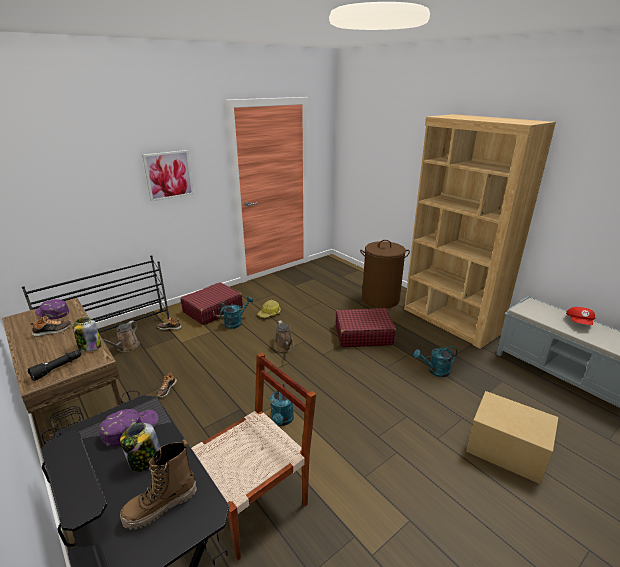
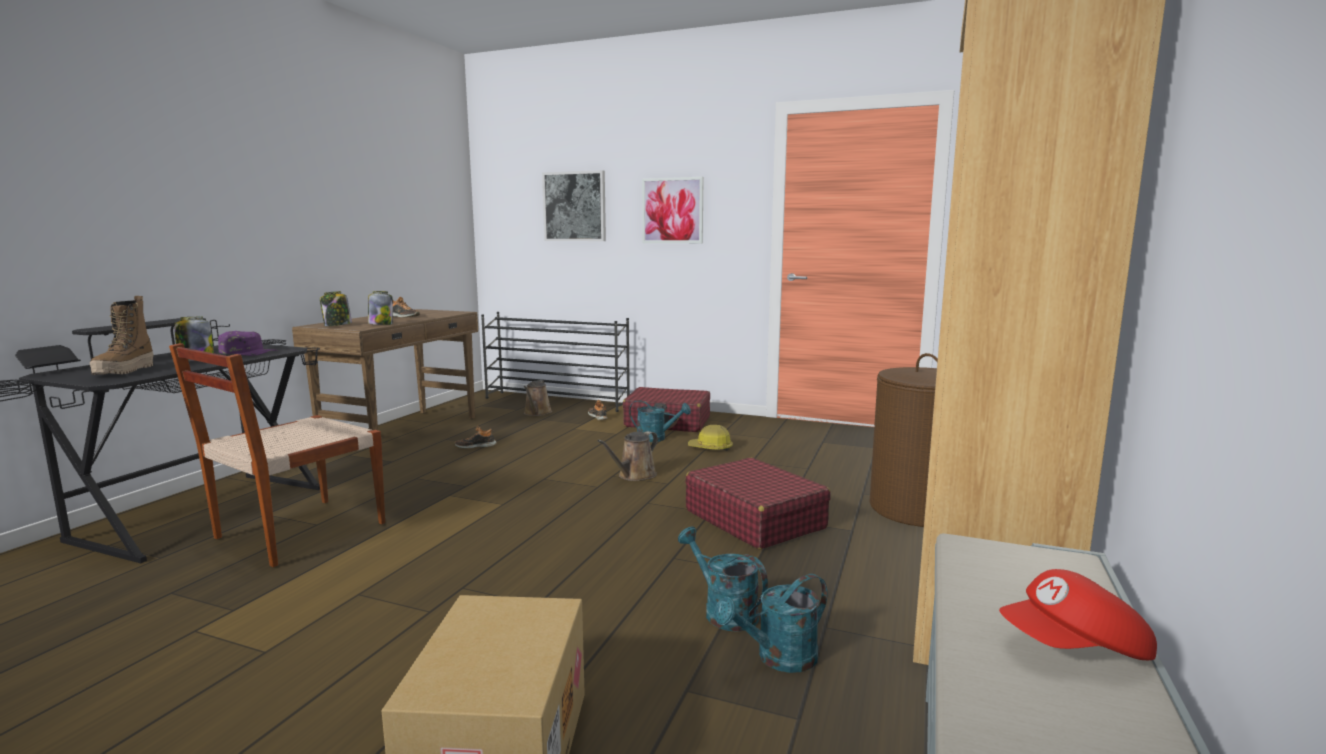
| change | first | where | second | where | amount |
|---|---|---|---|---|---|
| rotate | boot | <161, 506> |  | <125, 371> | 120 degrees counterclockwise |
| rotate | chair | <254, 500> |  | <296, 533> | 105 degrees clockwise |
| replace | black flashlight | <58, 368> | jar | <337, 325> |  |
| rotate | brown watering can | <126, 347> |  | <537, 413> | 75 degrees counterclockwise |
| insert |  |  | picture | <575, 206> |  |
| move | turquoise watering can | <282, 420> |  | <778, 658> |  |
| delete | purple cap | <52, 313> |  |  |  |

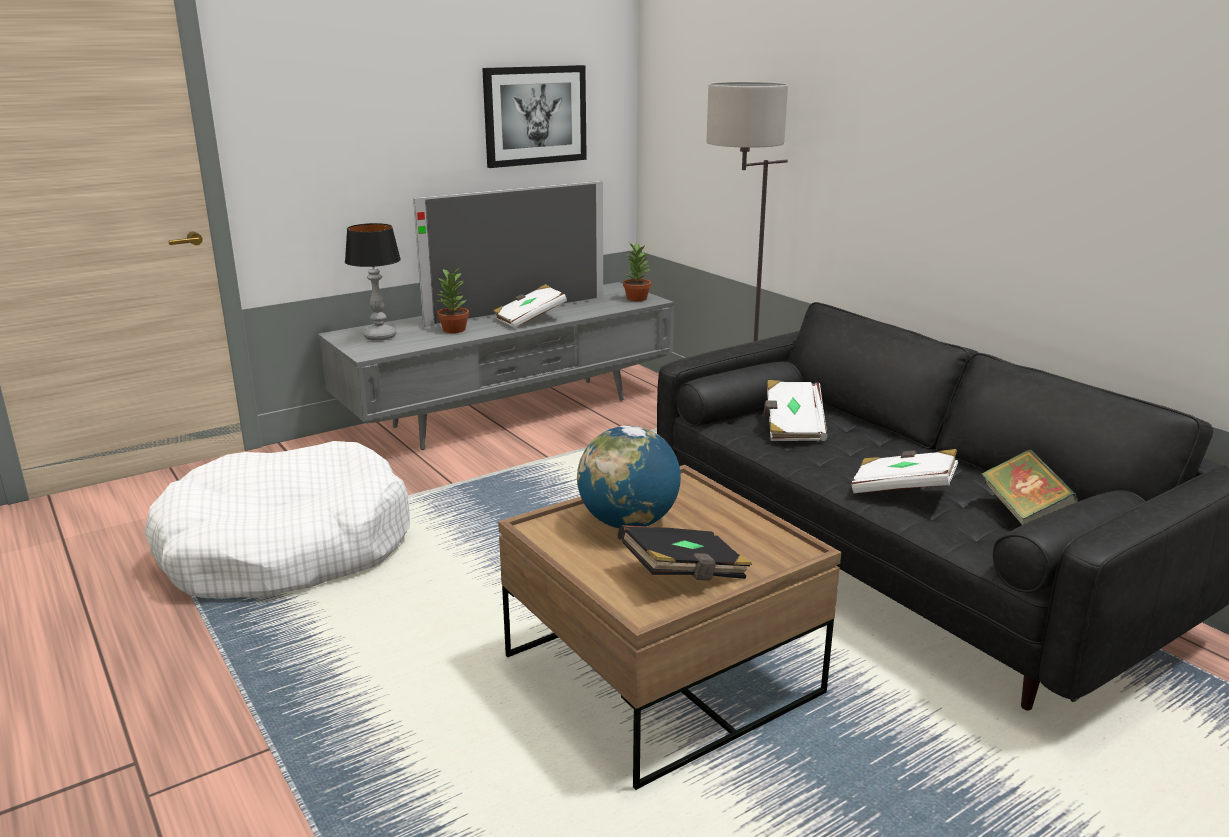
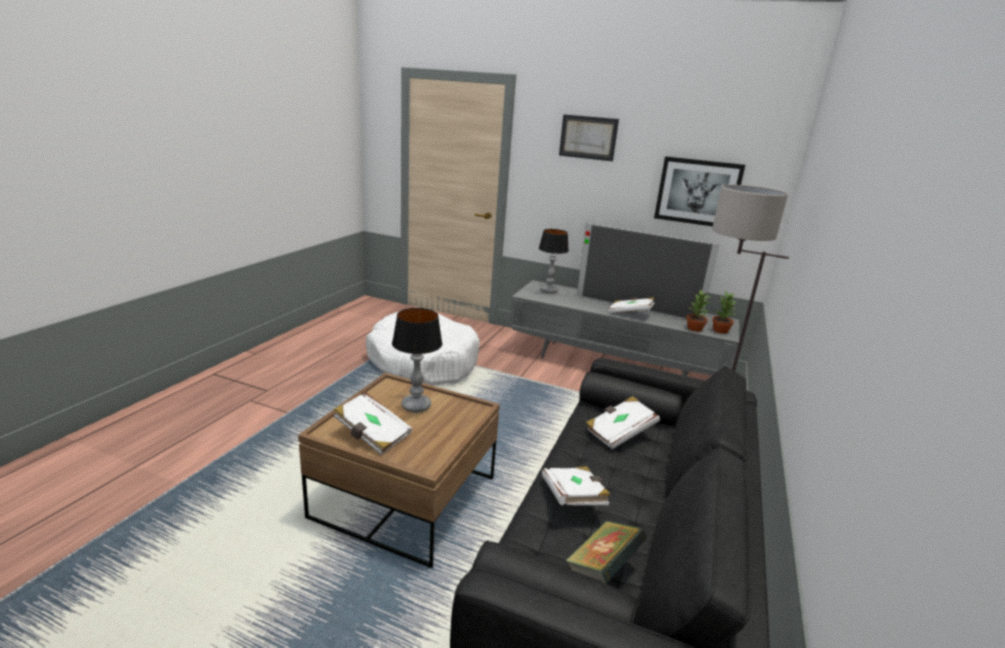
| change | first | where | second | where | amount |
|---|---|---|---|---|---|
| recolor | black book | <684, 574> | white book | <372, 435> |  |
| replace | globe | <628, 523> | table lamp | <415, 406> |  |
| insert |  |  | picture | <588, 137> |  |
| move | potted plant | <454, 330> |  | <694, 329> |  |

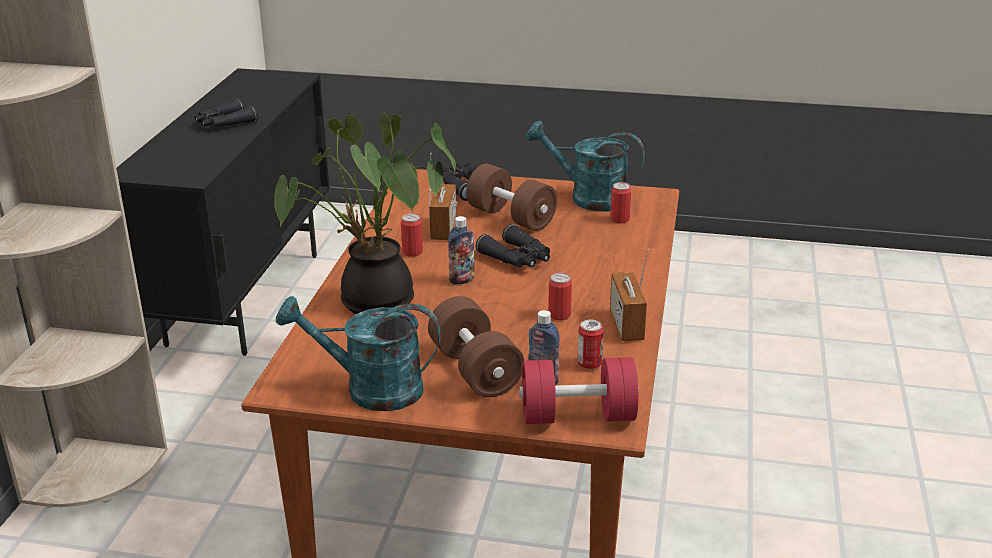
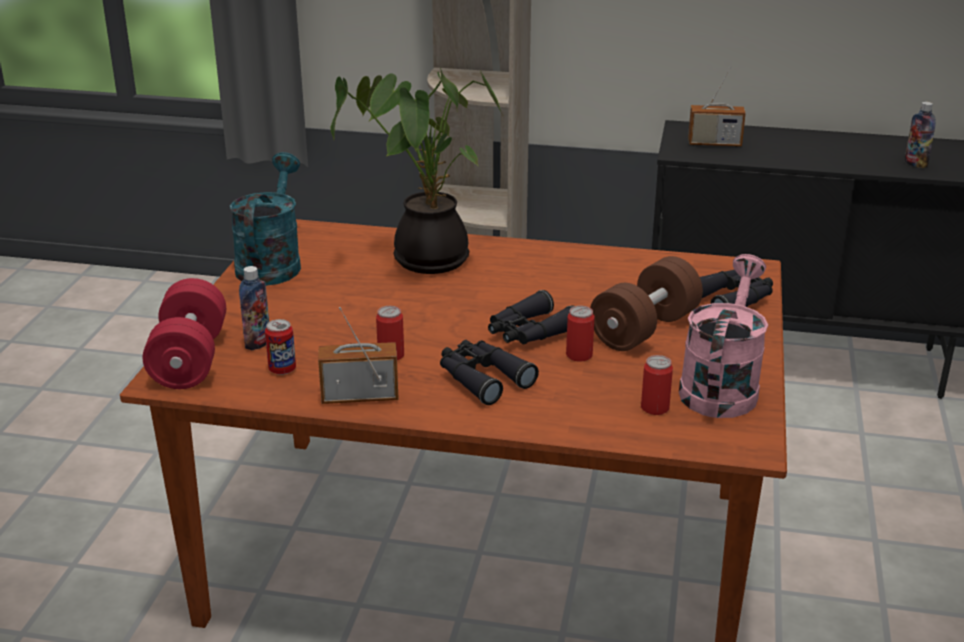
| change | first | where | second | where | amount |
|---|---|---|---|---|---|
| move | black binoculars | <224, 123> |  | <482, 378> |  |
| move | can | <412, 252> |  | <579, 355> |  |
| recolor | turquoise watering can | <588, 198> | pink watering can | <721, 386> |  |
| move | radio | <443, 229> |  | <714, 143> |  |
| move | bottle | <462, 280> |  | <915, 164> |  |
| delete | brown dumbbell | <475, 370> |  |  |  |

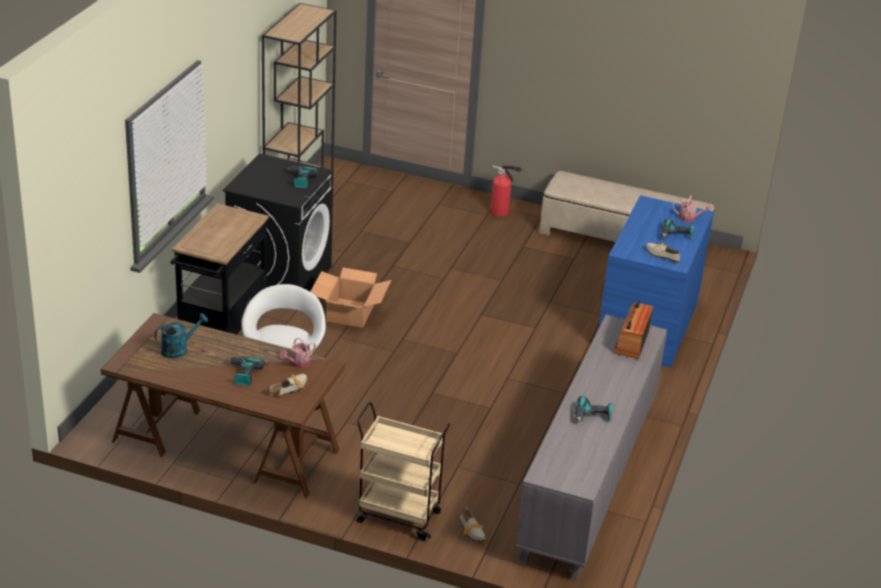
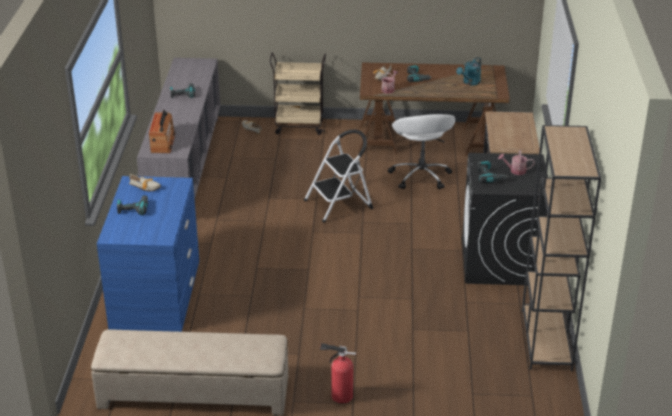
| change | first | where | second | where | amount |
|---|---|---|---|---|---|
| insert |  |  | step ladder | <340, 204> |  |
| move | watering can | <689, 218> |  | <515, 171> |  |
| delete | cardboard box | <349, 313> |  |  |  |

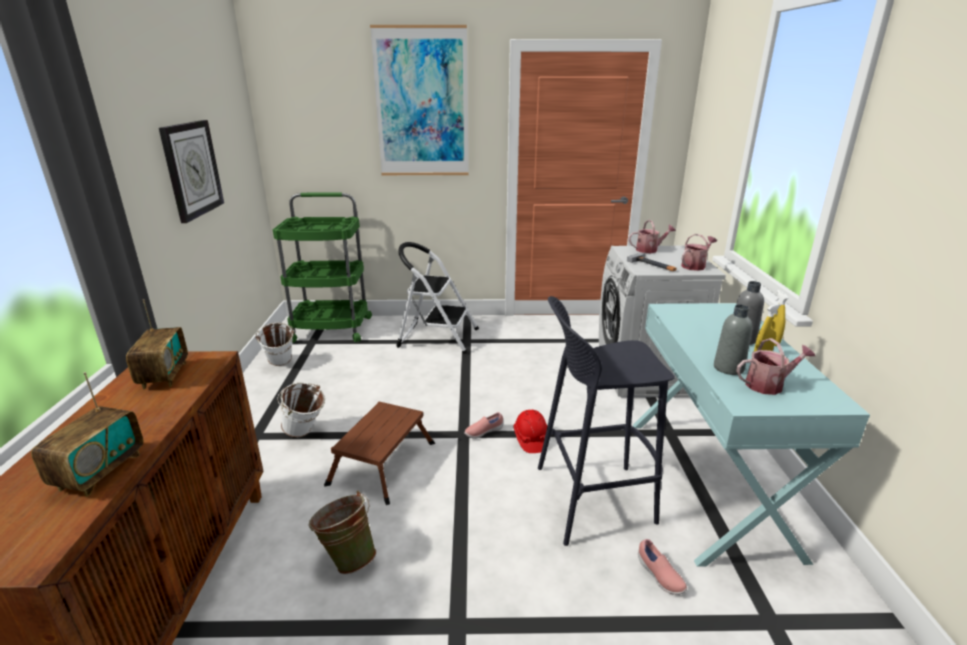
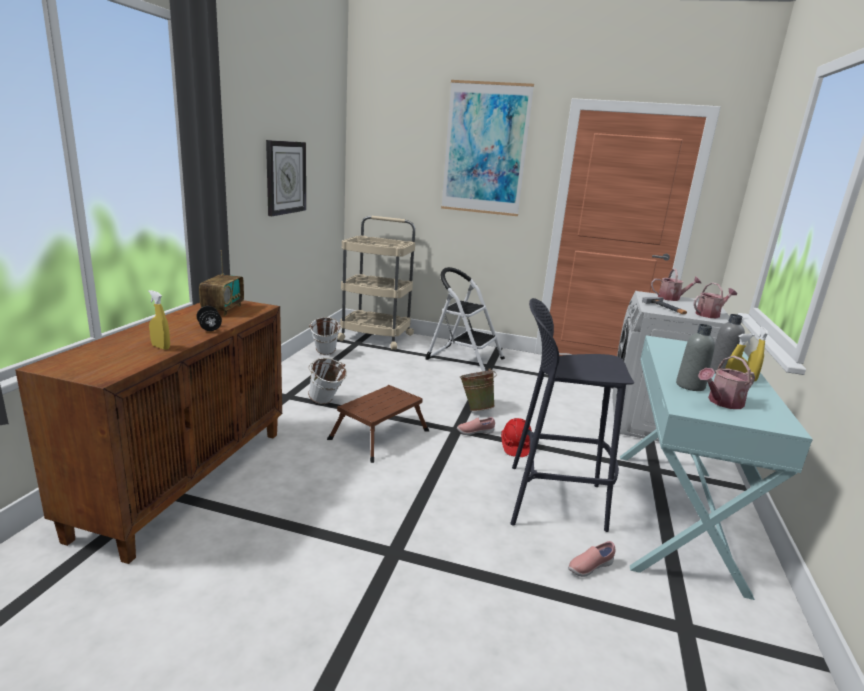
| change | first | where | second | where | amount |
|---|---|---|---|---|---|
| replace | radio | <100, 472> | yellow spray bottle | <160, 347> |  |
| insert |  |  | black dumbbell | <209, 328> |  |
| recolor | green cart | <331, 330> | beige cart | <375, 337> |  |
| move | green bucket | <347, 558> |  | <475, 408> |  |
| rotate | pink shoe | <659, 576> |  | <589, 567> | 75 degrees clockwise |
| rotate | watering can | <768, 385> |  | <722, 402> | 150 degrees clockwise |

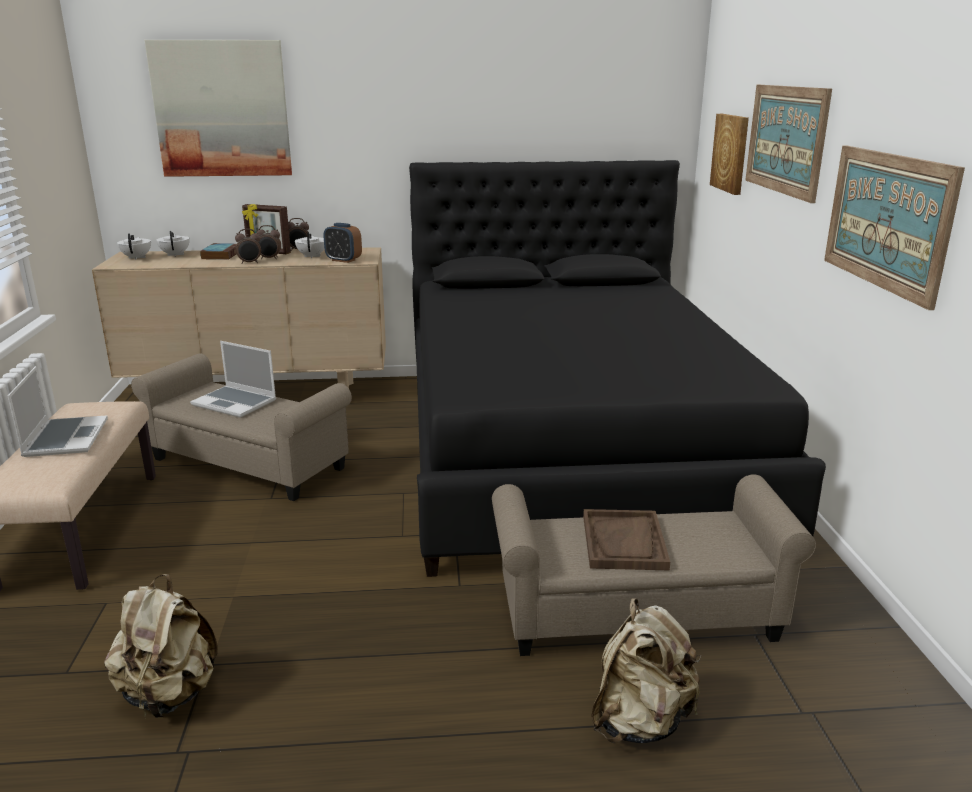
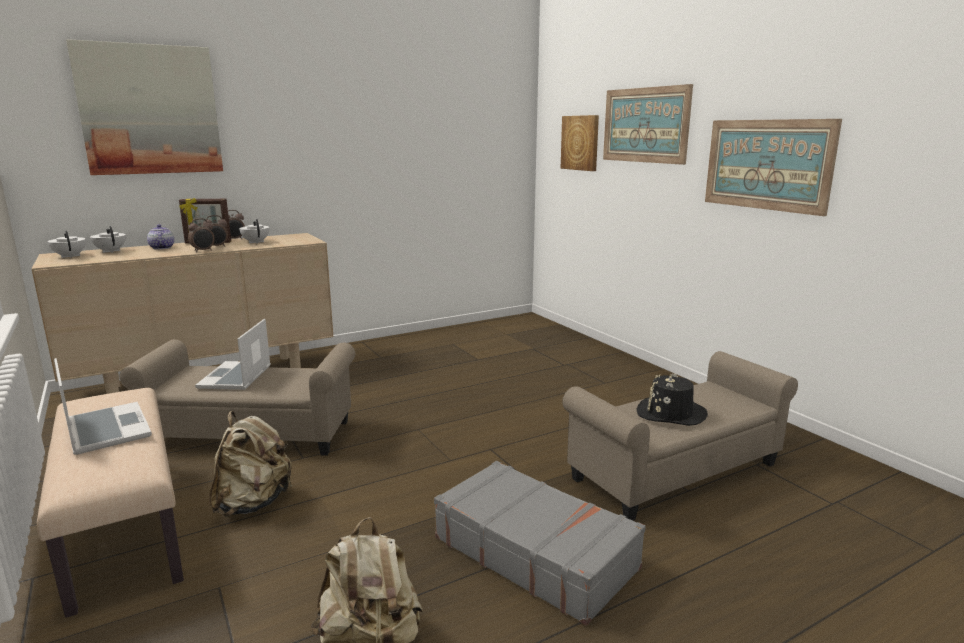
| change | first | where | second | where | amount |
|---|---|---|---|---|---|
| replace | book | <221, 255> | teapot | <161, 248> |  |
| rotate | laptop | <236, 403> |  | <236, 377> | 90 degrees clockwise |
| move | beige backpack | <640, 721> |  | <253, 503> |  |
| insert |  |  | grey suitcase | <535, 552> |  |
| replace | brown tray | <624, 542> | black hat | <670, 413> |  |
| delete | alarm clock | <343, 260> |  |  |  |
| delete | black bed | <569, 448> |  |  |  |

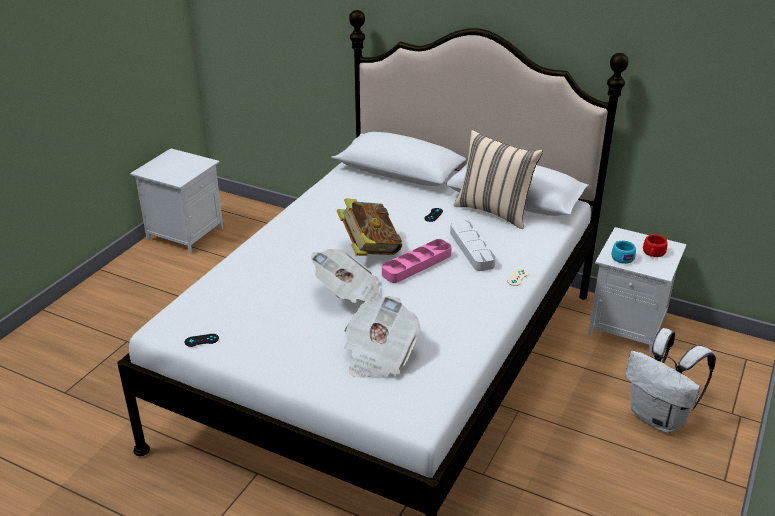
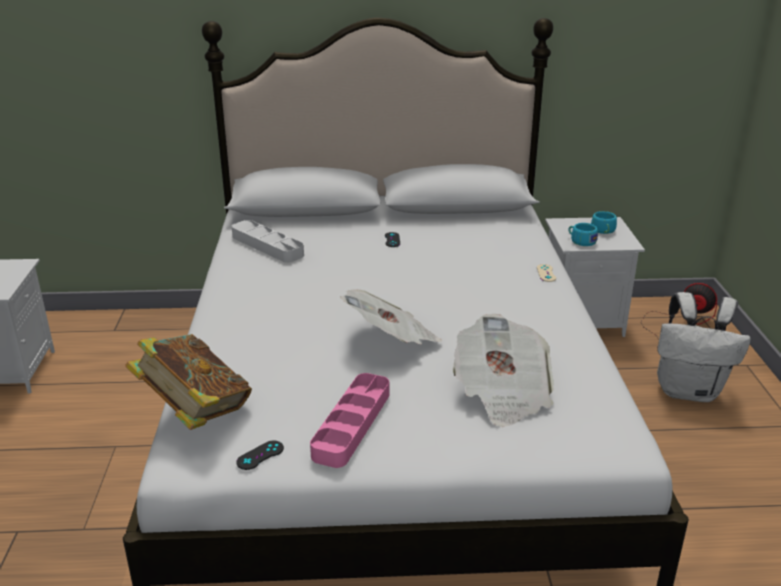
| change | first | where | second | where | amount |
|---|---|---|---|---|---|
| move | book | <369, 249> |  | <195, 412> |  |
| move | grey tray | <471, 249> |  | <267, 246> |  |
| move | pink tray | <417, 264> |  | <352, 424> |  |
| recolor | red cup | <653, 253> | turquoise cup | <603, 231> |  |
| insert |  |  | fan | <680, 320> |  |
| delete | beige pillow | <494, 211> |  |  |  |

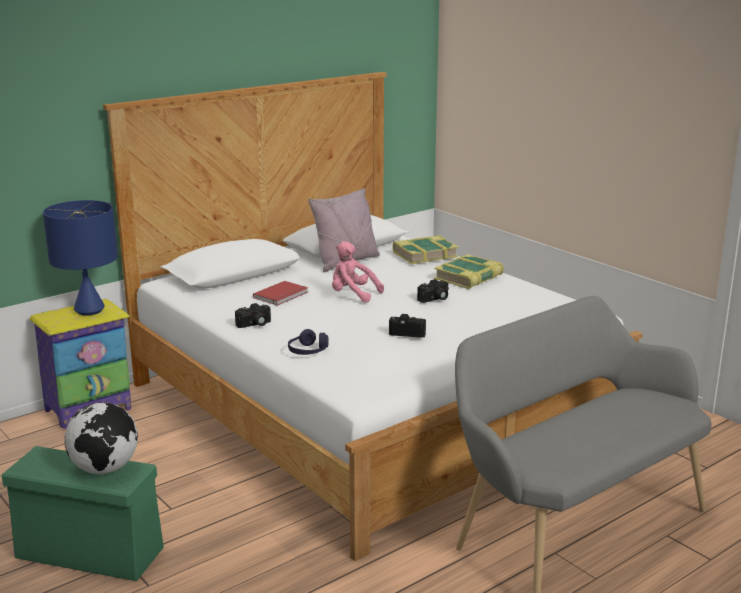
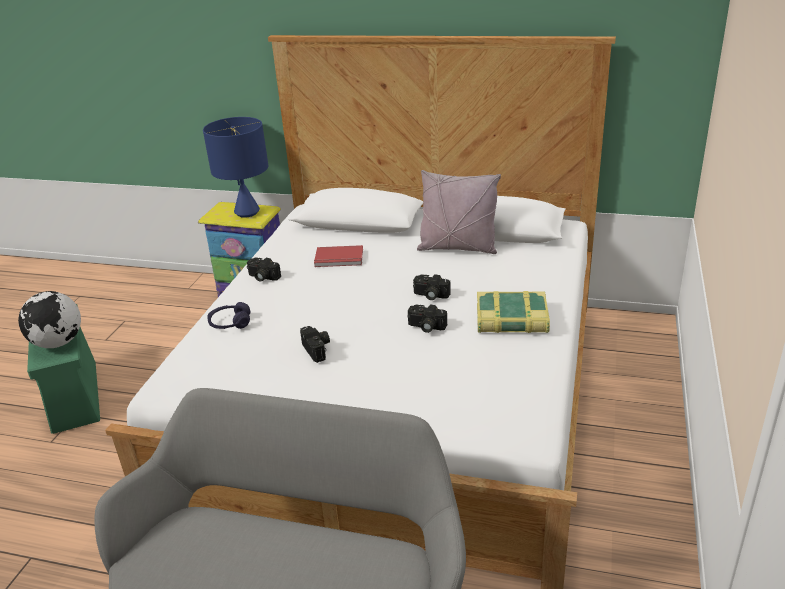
| change | first | where | second | where | amount |
|---|---|---|---|---|---|
| insert |  |  | photo camera | <430, 295> |  |
| delete | pink plush toy | <353, 295> |  |  |  |
| delete | book | <424, 255> |  |  |  |

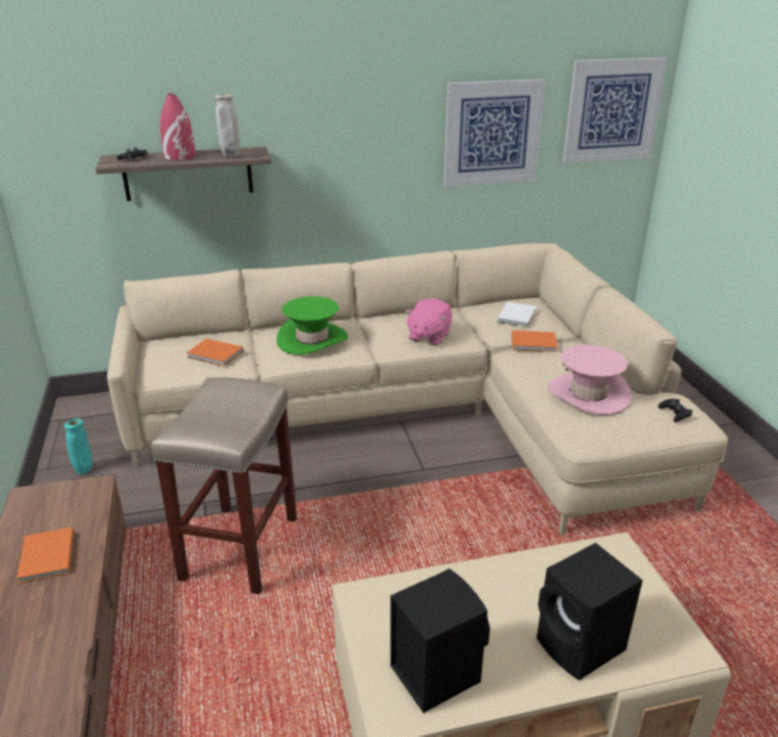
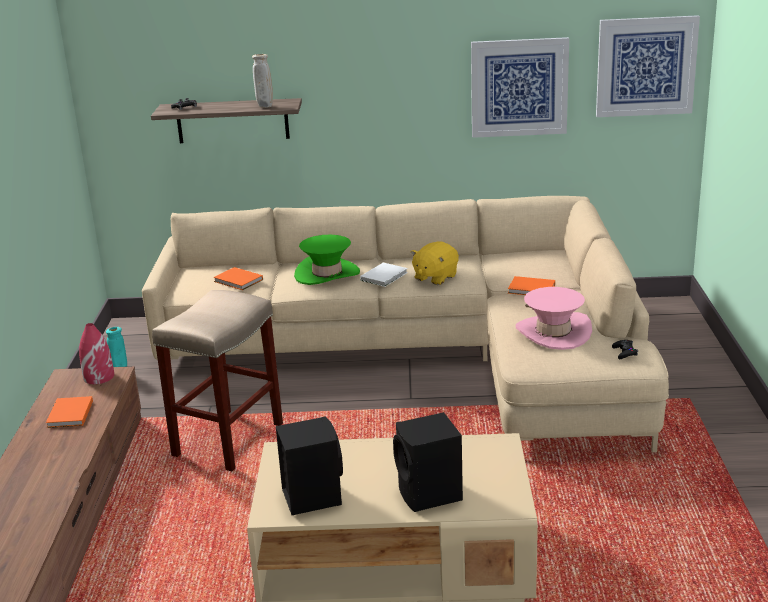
| change | first | where | second | where | amount |
|---|---|---|---|---|---|
| move | red vase | <179, 156> |  | <98, 377> |  |
| move | white book | <517, 316> |  | <385, 276> |  |
| recolor | pink plush toy | <428, 336> | yellow plush toy | <435, 277> |  |

